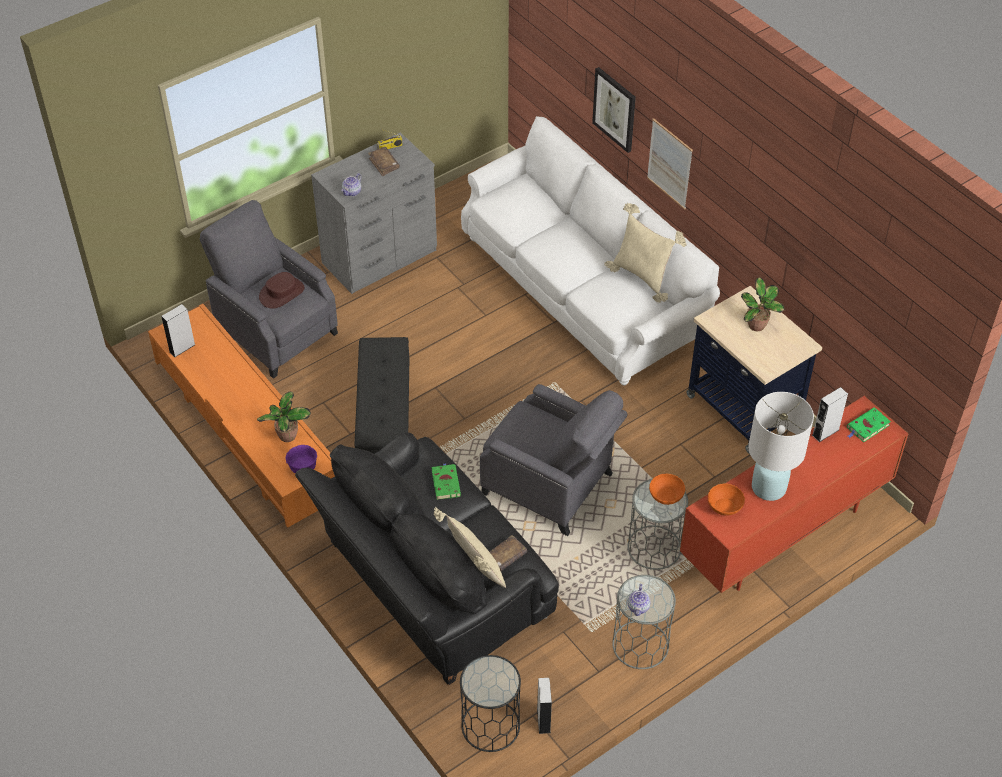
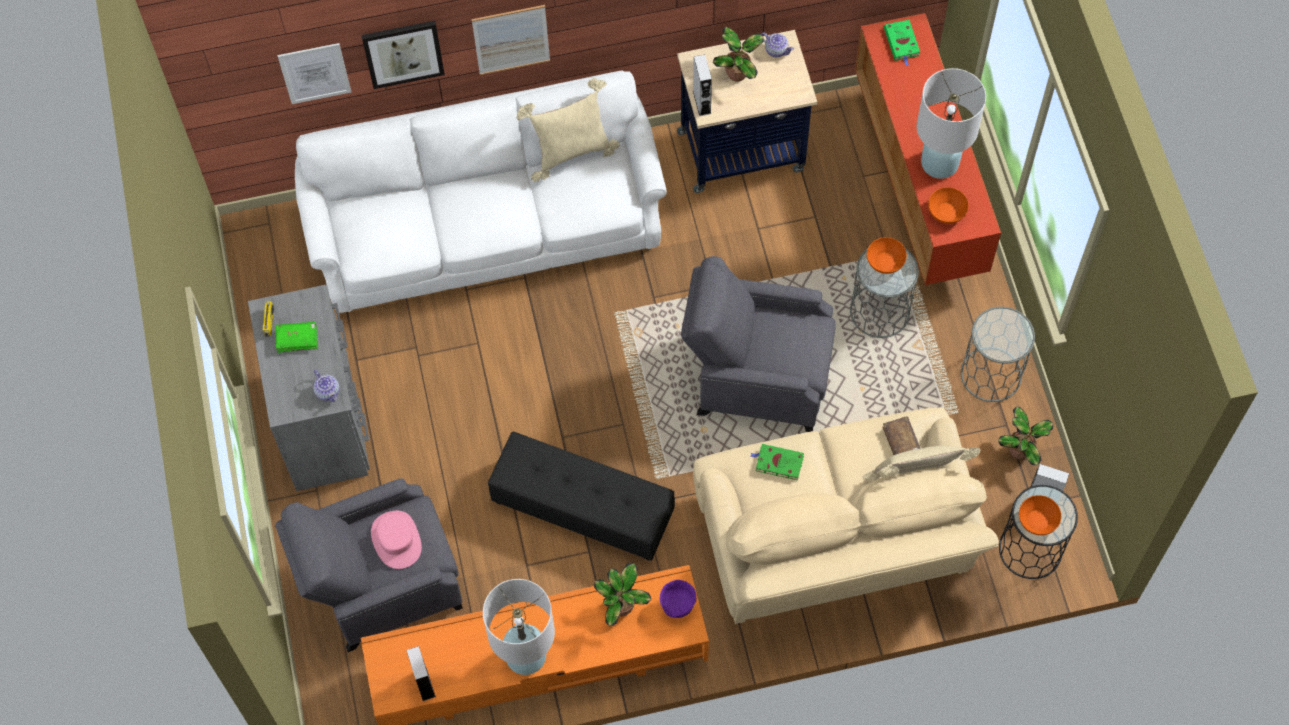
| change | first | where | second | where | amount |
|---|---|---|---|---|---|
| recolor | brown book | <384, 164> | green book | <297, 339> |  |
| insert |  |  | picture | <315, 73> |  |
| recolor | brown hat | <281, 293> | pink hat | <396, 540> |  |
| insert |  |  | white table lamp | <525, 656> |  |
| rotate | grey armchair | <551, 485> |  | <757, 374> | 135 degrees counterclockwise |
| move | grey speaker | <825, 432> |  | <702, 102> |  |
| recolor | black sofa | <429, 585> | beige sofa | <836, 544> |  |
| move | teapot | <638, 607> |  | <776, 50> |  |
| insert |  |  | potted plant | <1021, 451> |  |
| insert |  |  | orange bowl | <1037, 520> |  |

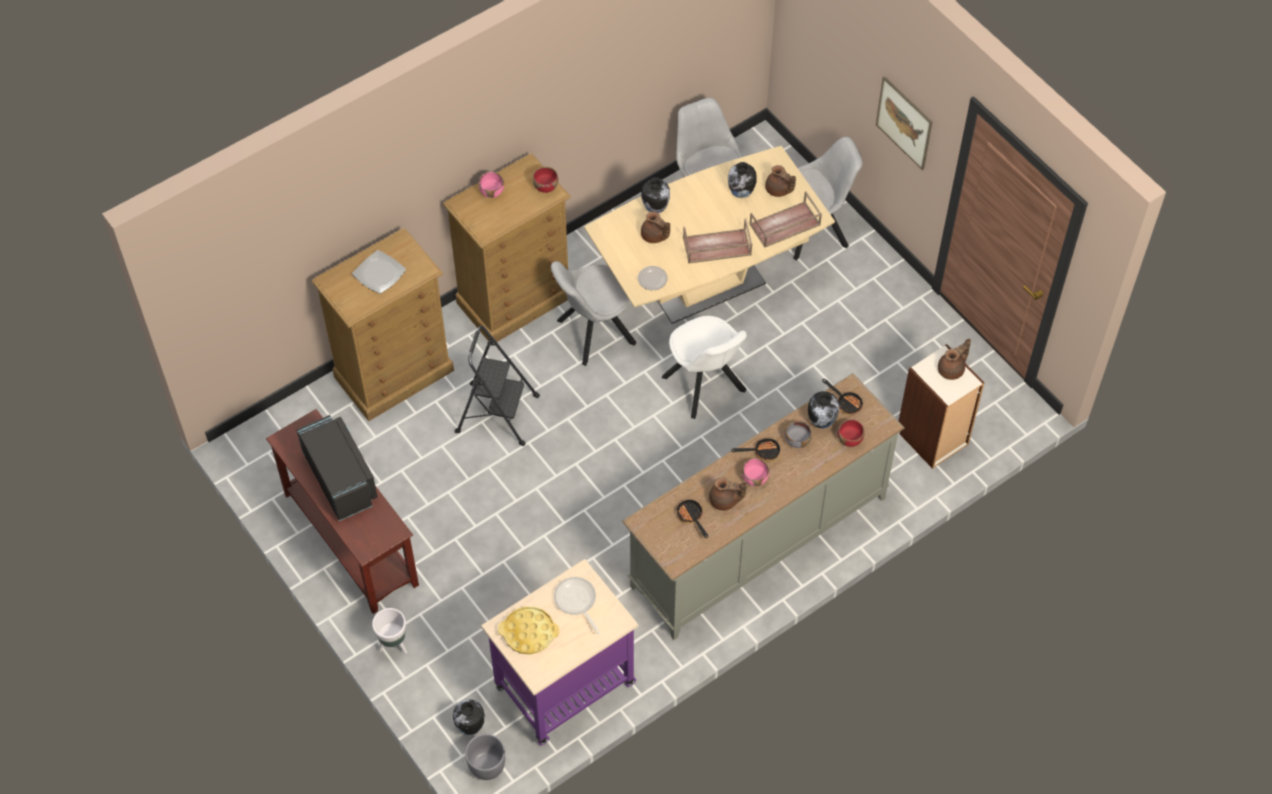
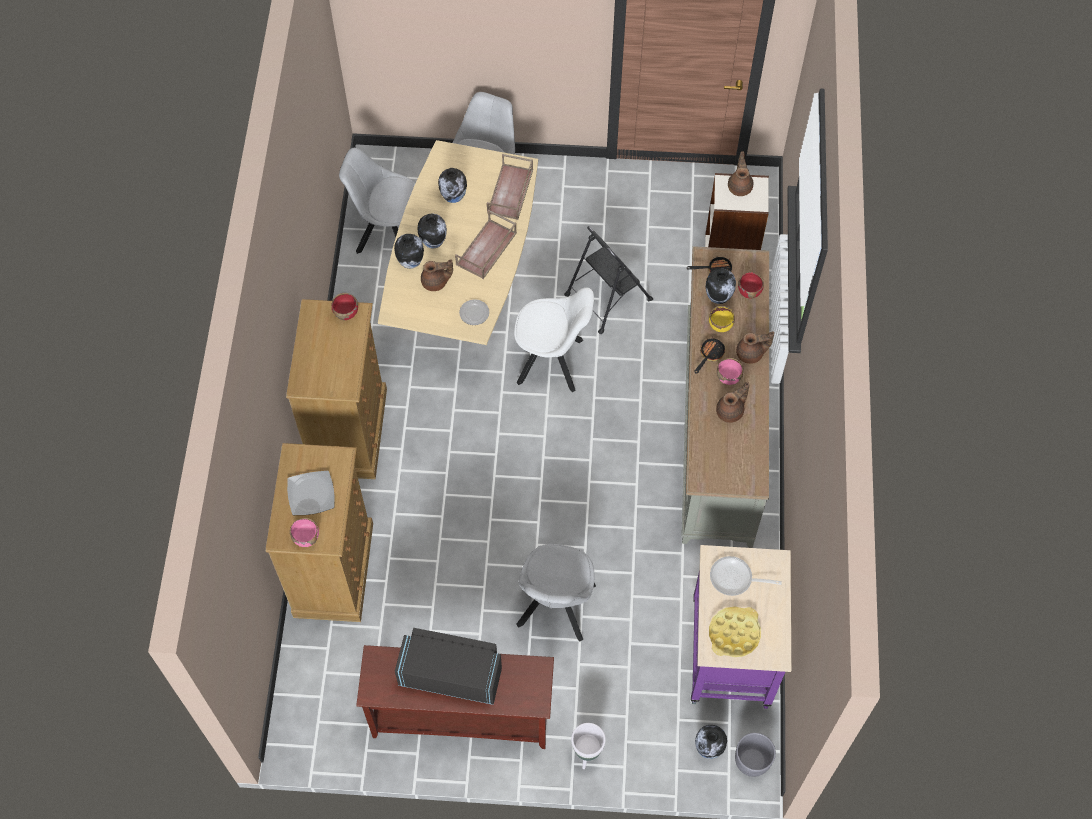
| change | first | where | second | where | amount |
|---|---|---|---|---|---|
| move | pink bowl | <492, 192> |  | <306, 537> |  |
| insert |  |  | vase | <433, 242> |  |
| move | grey chair | <594, 333> |  | <555, 607> |  |
| move | black step ladder | <494, 412> |  | <606, 297> |  |
| recolor | grey bowl | <797, 441> | yellow bowl | <720, 325> |  |
| move | brown teapot | <778, 190> |  | <751, 354> |  |
| delete | frying pan | <691, 517> |  |  |  |
| delete | picture | <904, 123> |  |  |  |

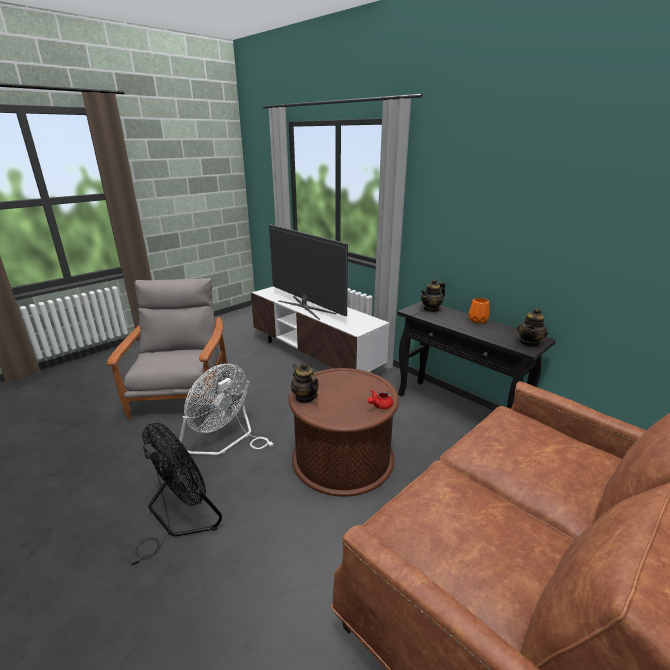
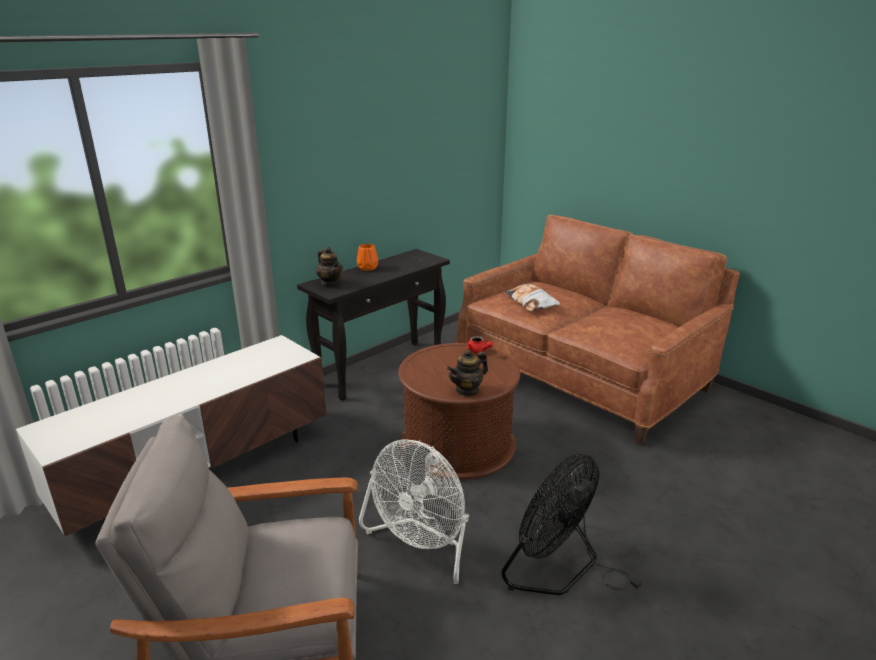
| change | first | where | second | where | amount |
|---|---|---|---|---|---|
| insert |  |  | pillow | <531, 302> |  |
| delete | television | <306, 307> |  |  |  |
| delete | teapot | <529, 343> |  |  |  |

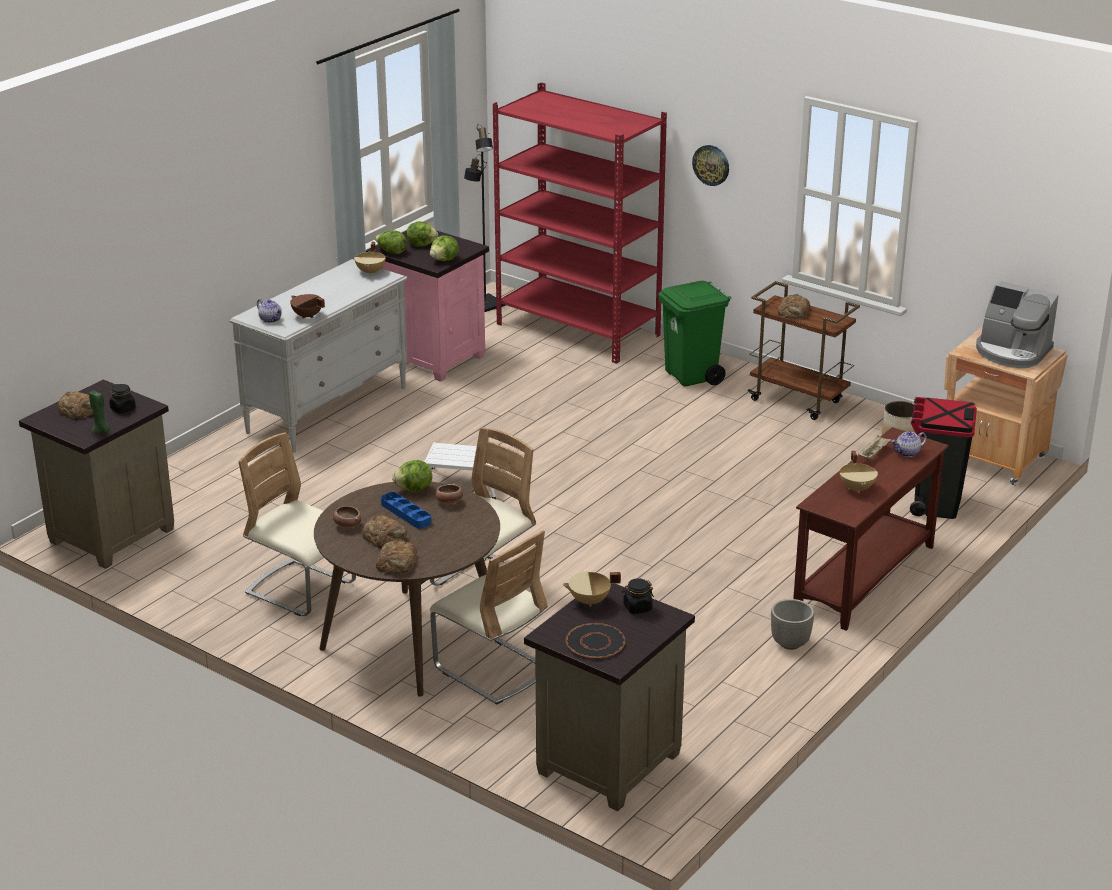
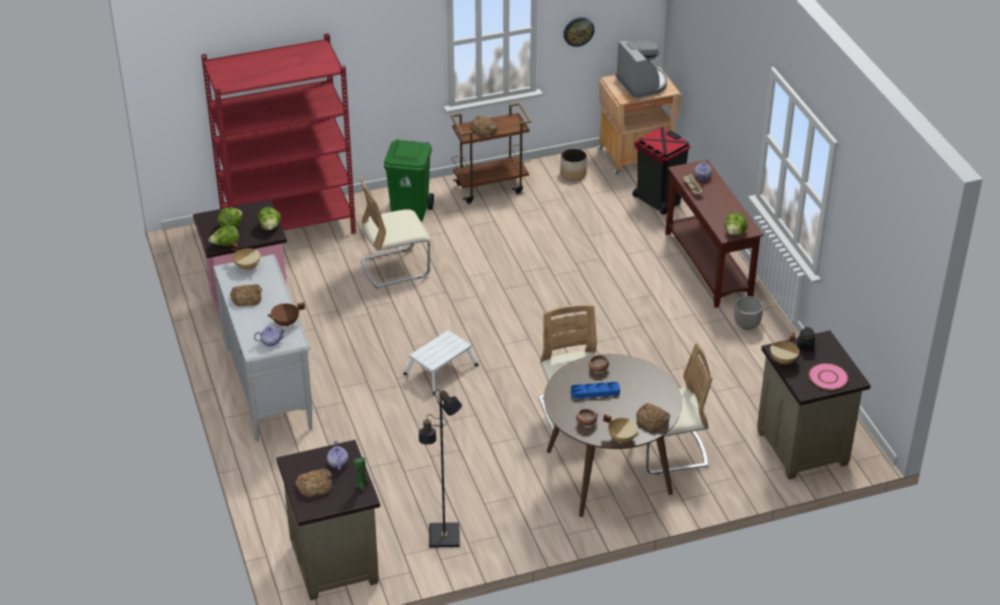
| change | first | where | second | where | amount |
|---|---|---|---|---|---|
| move | bread | <385, 536> |  | <246, 298> |  |
| replace | black jar | <123, 409> | teapot | <337, 463> |  |
| move | beige chair | <301, 589> |  | <395, 267> |  |
| move | black floor lamp | <485, 304> |  | <444, 536> |  |
| move | wall clock | <711, 165> |  | <578, 31> |  |
| move | beige cooking pot | <857, 488> |  | <622, 438> |  |
| rotate | coffee machine | <1012, 352> |  | <642, 83> | 90 degrees counterclockwise |
| move | lettuce | <414, 490> |  | <735, 233> |  |
| recolor | black plate | <595, 642> | pink plate | <828, 377> |  |

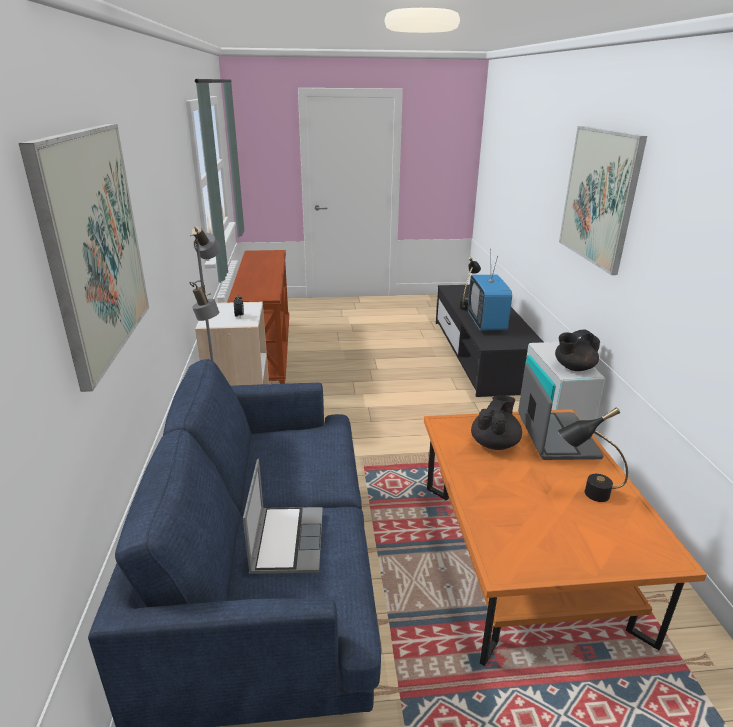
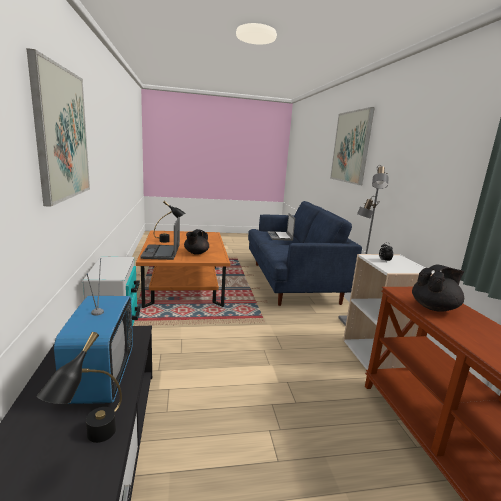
| change | first | where | second | where | amount |
|---|---|---|---|---|---|
| move | black teapot | <573, 367> |  | <434, 307> |  |

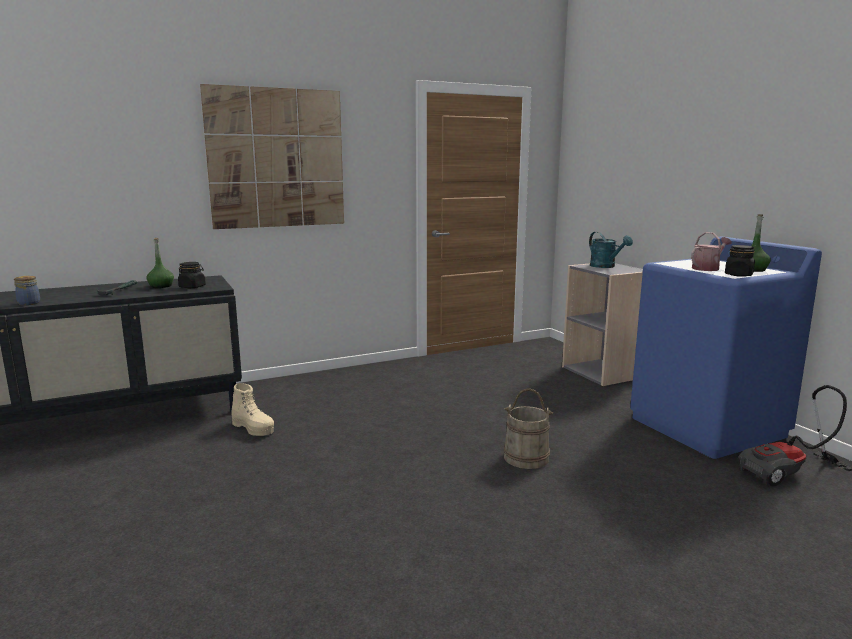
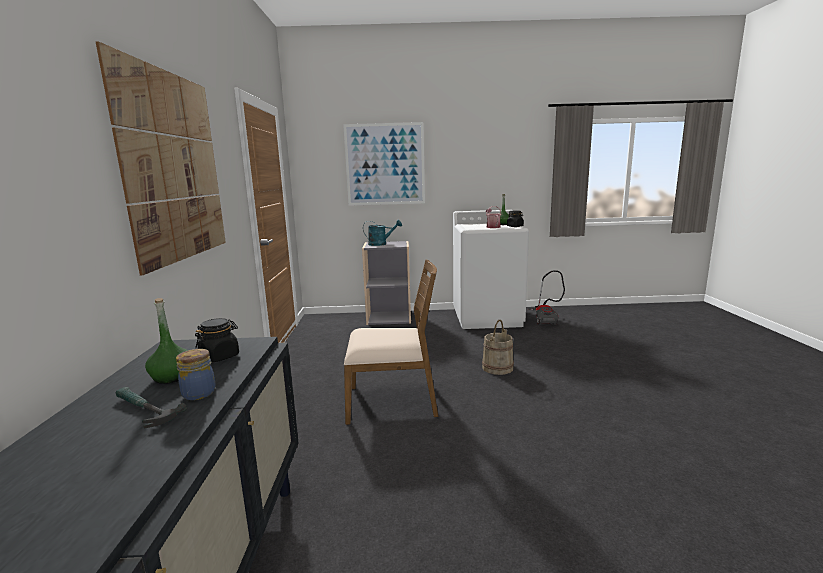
| change | first | where | second | where | amount |
|---|---|---|---|---|---|
| move | jar | <30, 303> |  | <198, 393> |  |
| insert |  |  | picture | <385, 164> |  |
| insert |  |  | brown chair | <392, 402> |  |
| recolor | blue washing machine | <708, 427> | white washing machine | <487, 317> |  |
| delete | beige boot | <253, 428> |  |  |  |

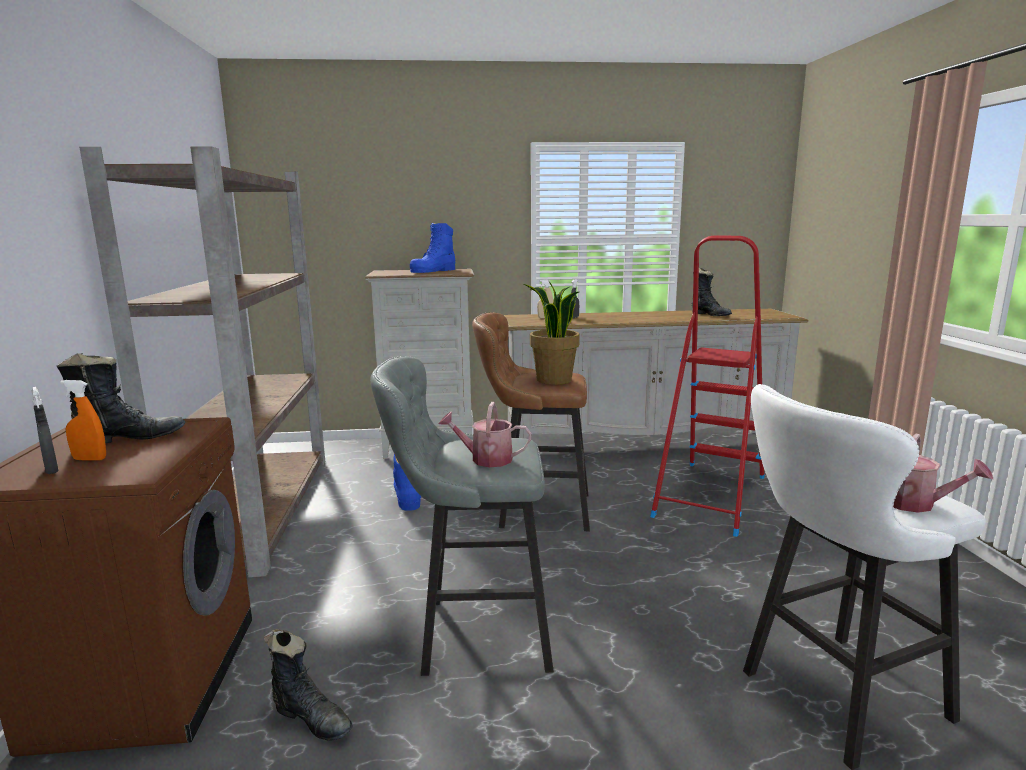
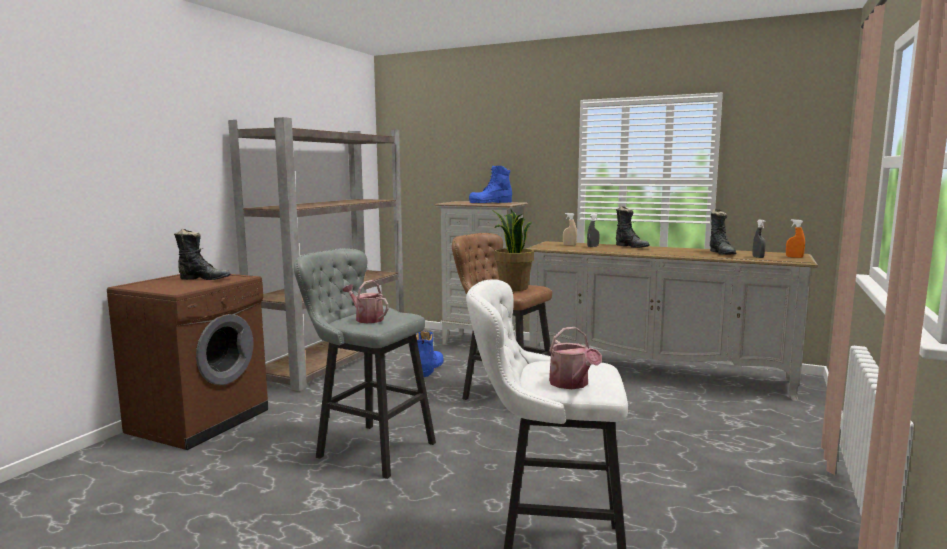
| change | first | where | second | where | amount |
|---|---|---|---|---|---|
| move | black boot | <312, 719> |  | <631, 247> |  |
| move | grey spray bottle | <52, 470> |  | <758, 257> |  |
| move | orange spray bottle | <90, 459> |  | <794, 257> |  |
| delete | red step ladder | <711, 495> |  |  |  |

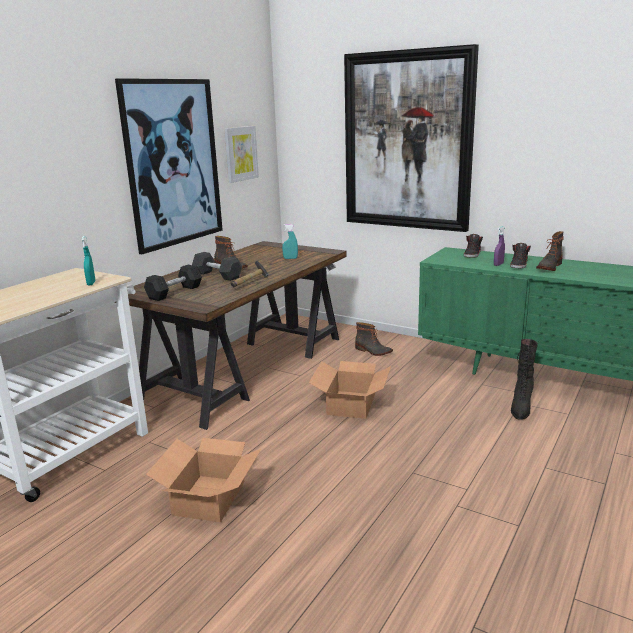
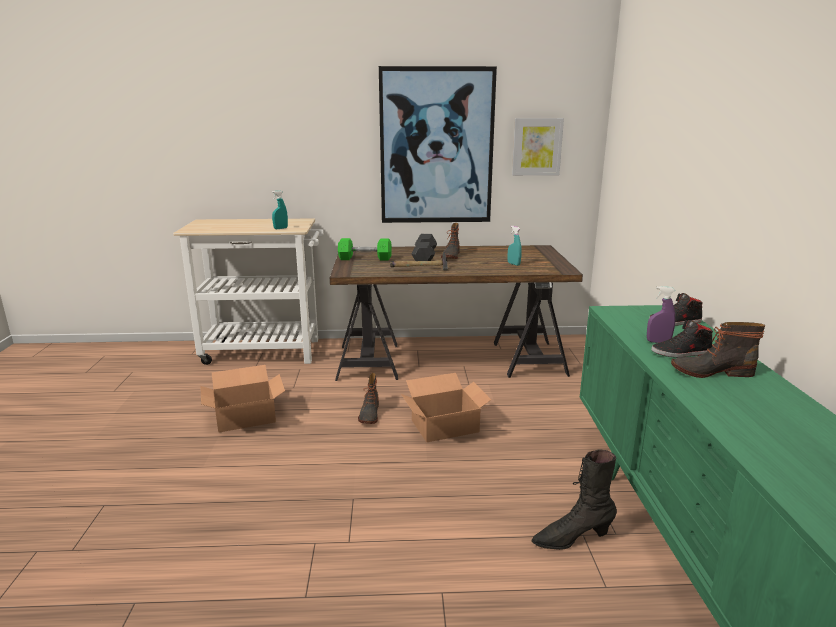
| change | first | where | second | where | amount |
|---|---|---|---|---|---|
| recolor | black dumbbell | <174, 292> | green dumbbell | <365, 258> |  |
| move | boot | <373, 351> |  | <369, 414> |  |
| delete | picture | <407, 141> |  |  |  |

